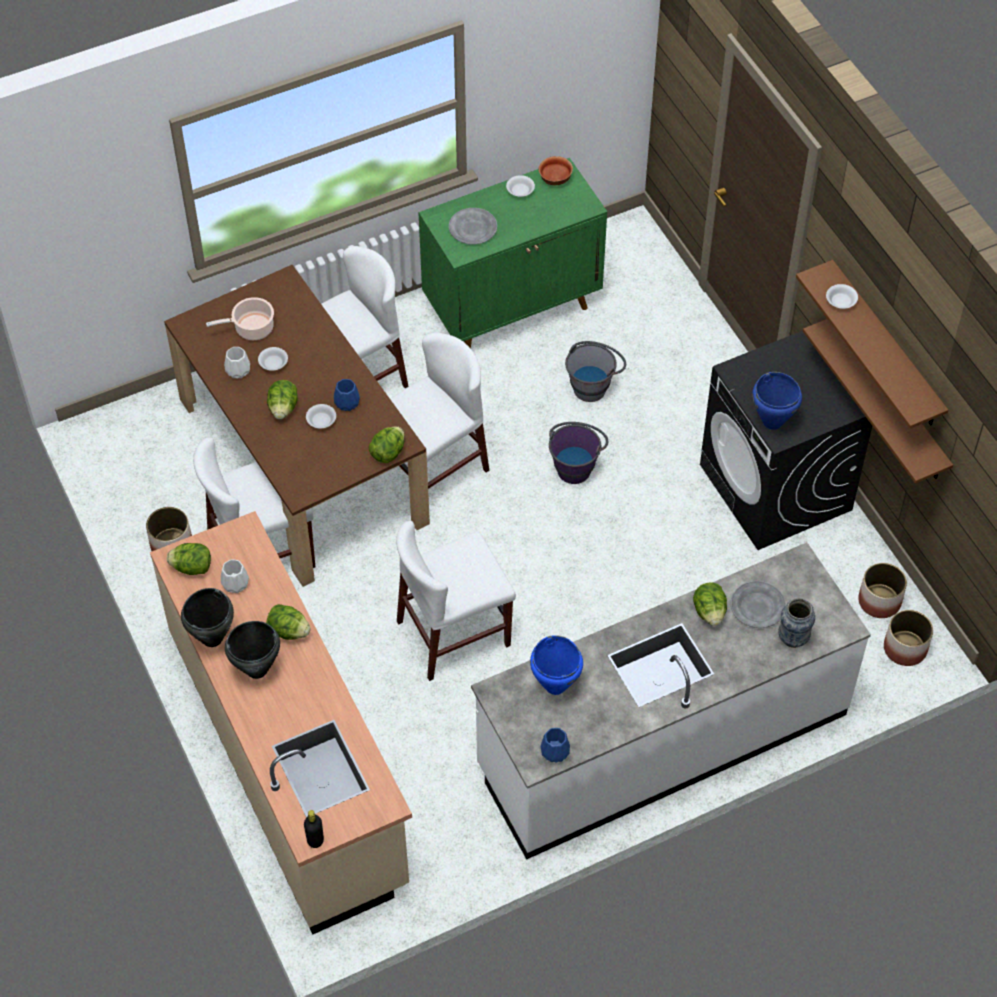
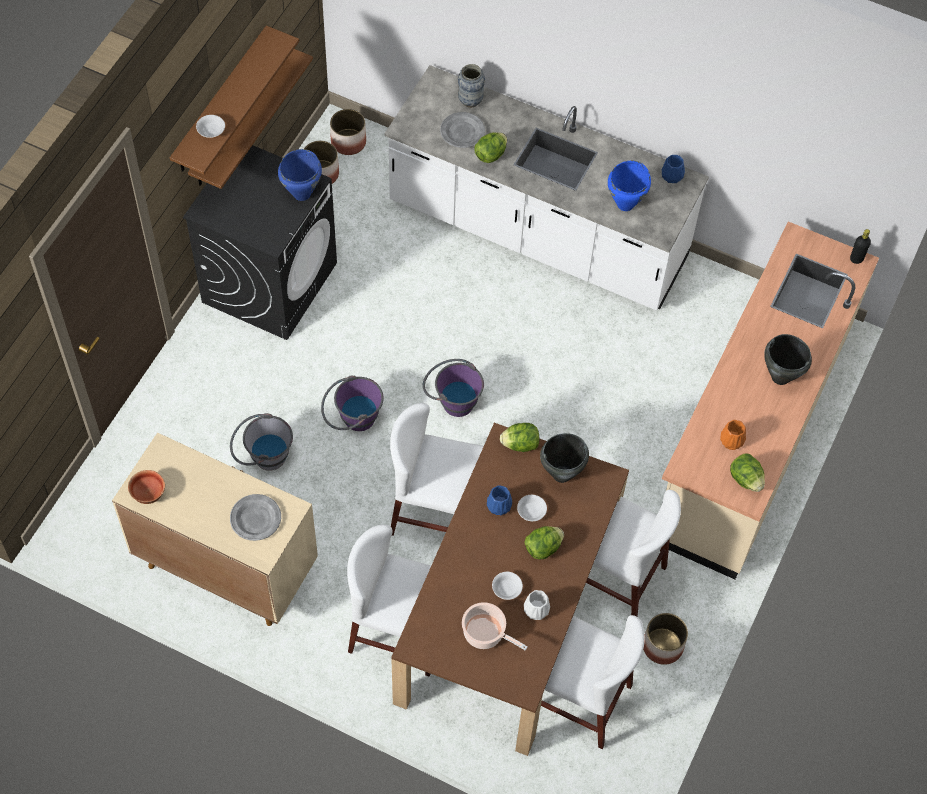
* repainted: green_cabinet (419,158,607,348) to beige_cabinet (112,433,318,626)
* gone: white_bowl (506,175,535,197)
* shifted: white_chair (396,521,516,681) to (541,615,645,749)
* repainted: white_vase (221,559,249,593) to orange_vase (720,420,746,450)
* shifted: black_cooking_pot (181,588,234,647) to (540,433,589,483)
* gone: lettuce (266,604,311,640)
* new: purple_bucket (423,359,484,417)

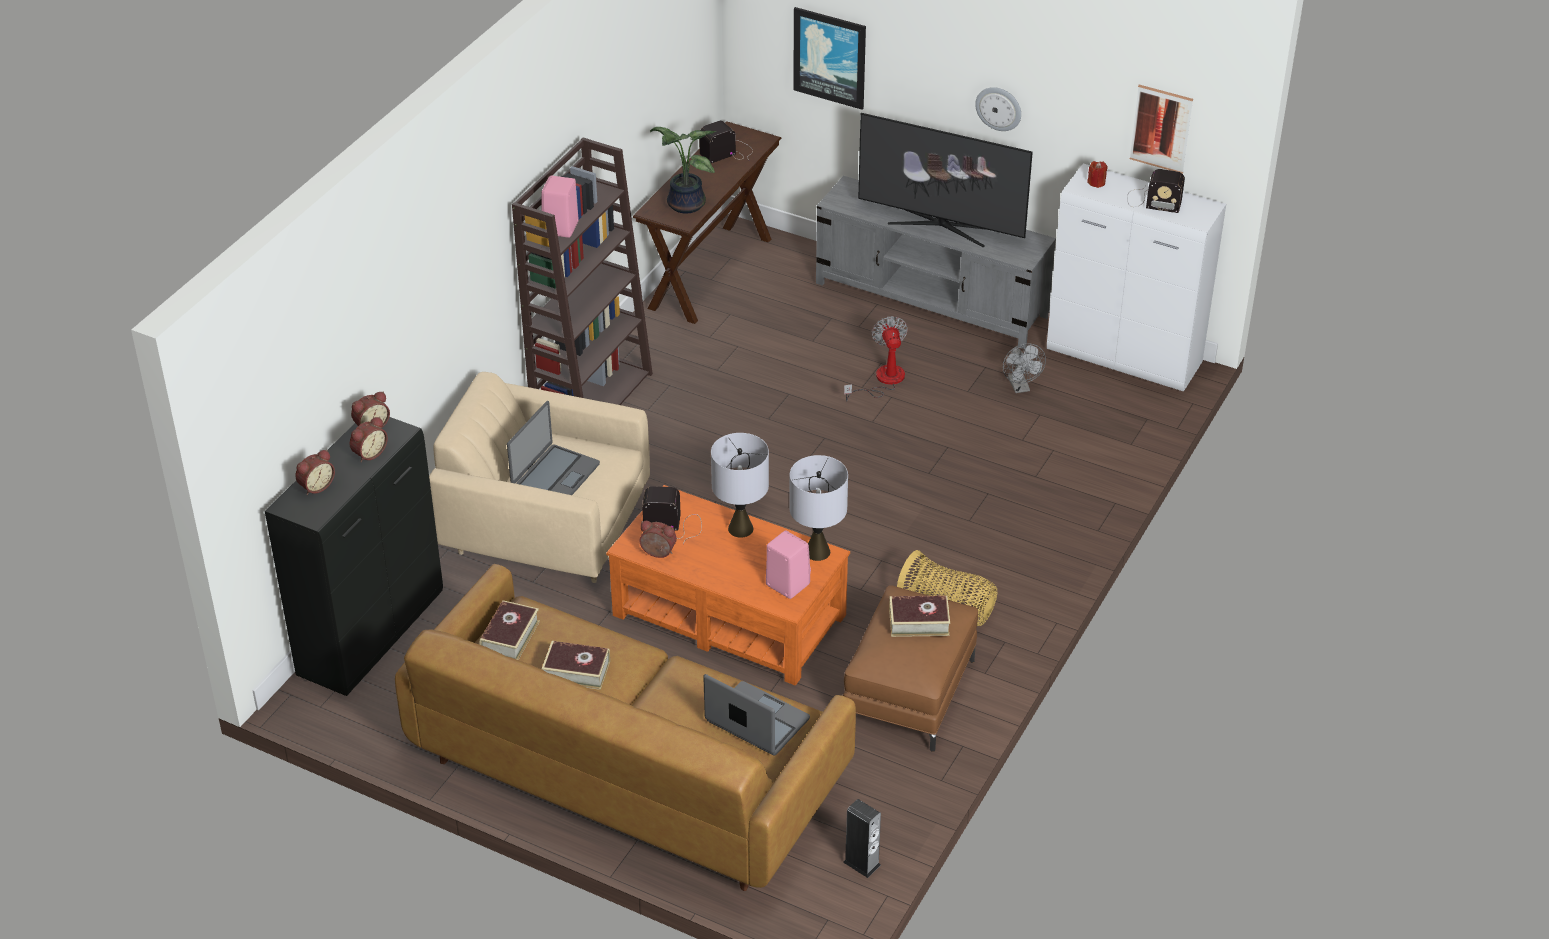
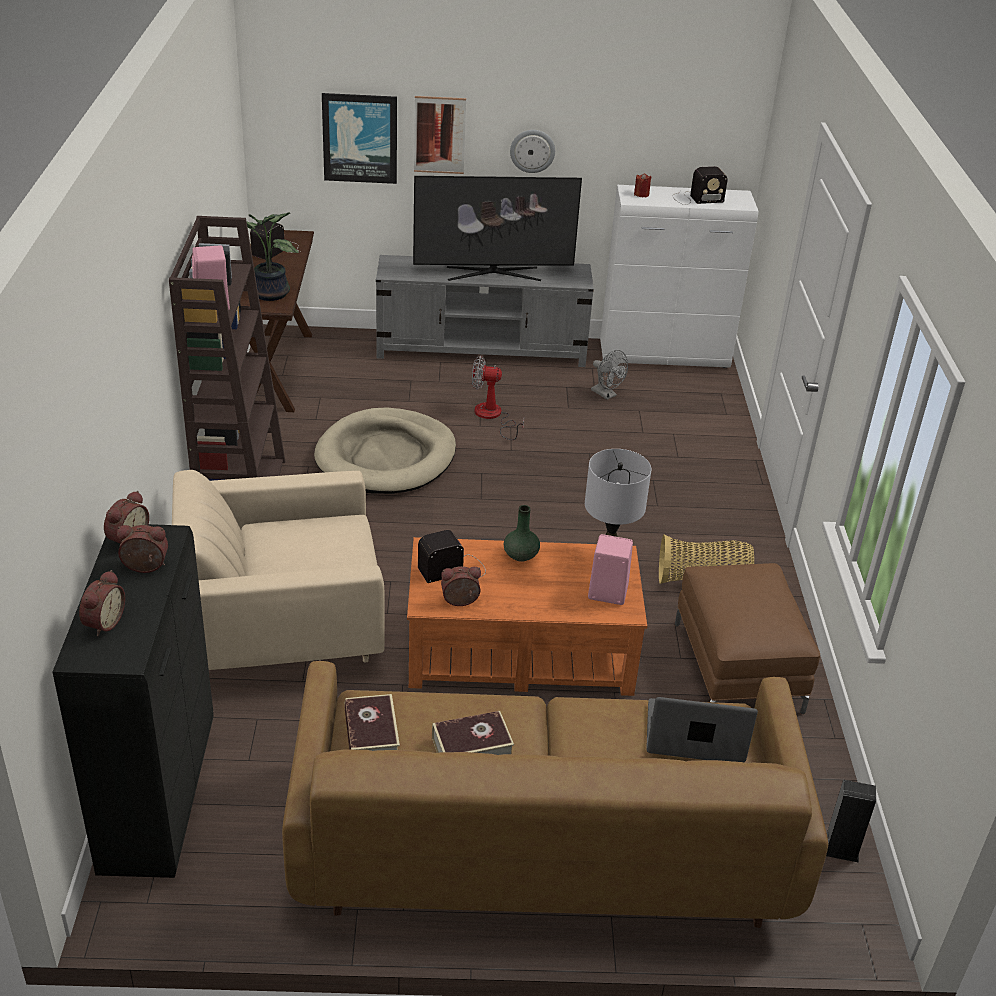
* shifted: picture (1130,85,1193,174) to (414,96,466,174)
* rotated: fan (844,316,908,401) = (472,356,524,440) 45 degrees counterclockwise
* gone: laptop (507,401,600,495)
* rotated: alarm_clock (350,417,388,462) = (117,525,168,573) 105 degrees counterclockwise
* swapped: grey_table_lamp (711,433,769,538) to green_vase (504,505,540,562)
* gone: book (889,595,950,637)
* new: beige_dog_bed (314,407,456,494)

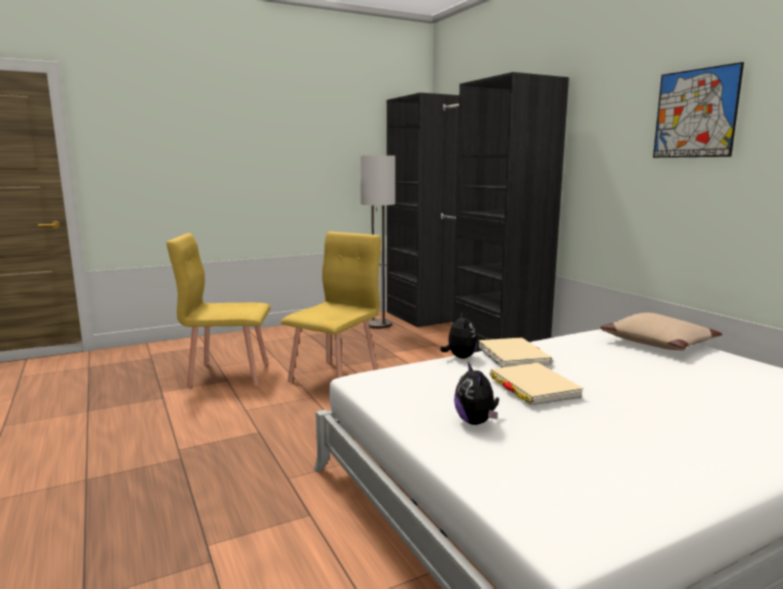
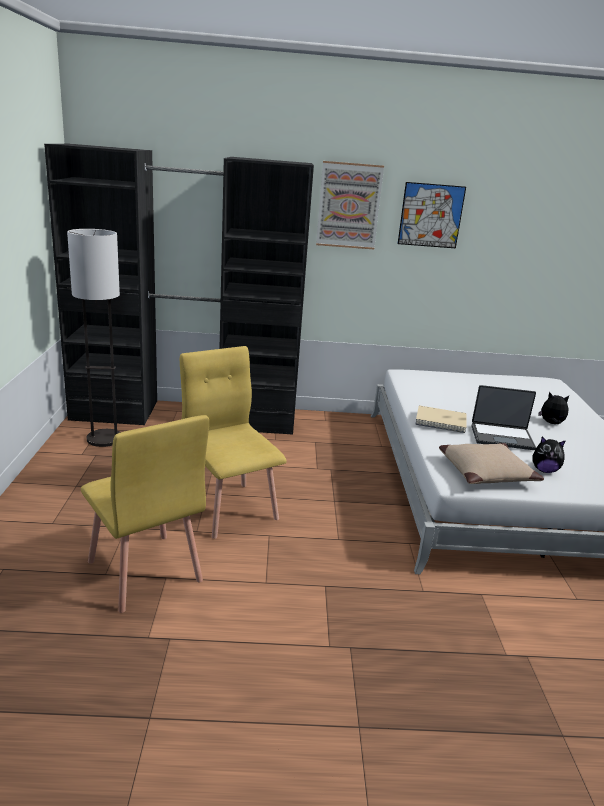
* rotated: yellow_chair (167,233,271,388) = (81,415,209,613) 60 degrees counterclockwise
* shifted: plush_toy (441,313,477,359) to (539,392,569,424)
* shifted: beige_pillow (600,313,722,351) to (439,443,544,484)
* swapped: beige_book (489,363,584,405) to laptop (471,385,536,450)
* new: picture (316,161,384,249)

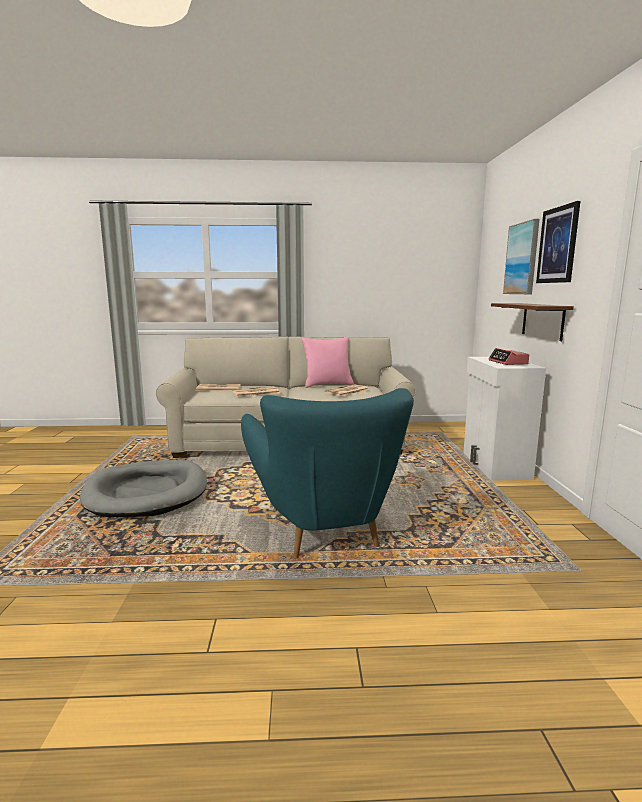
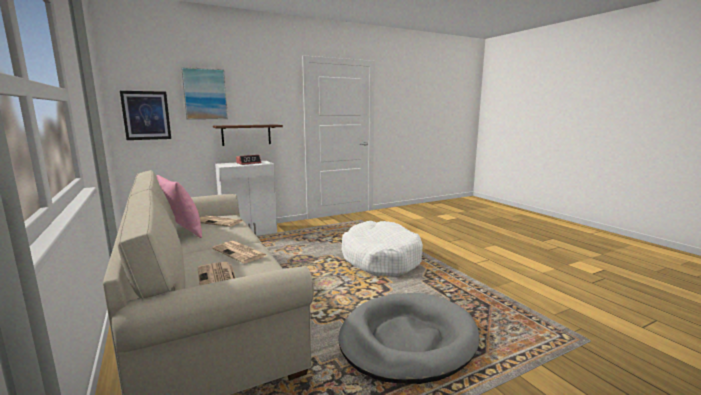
* shifted: picture (536,201,580,283) to (120,91,171,140)
* swapped: turquoise_armchair (241,388,414,558) to white_dog_bed (342,221,423,276)

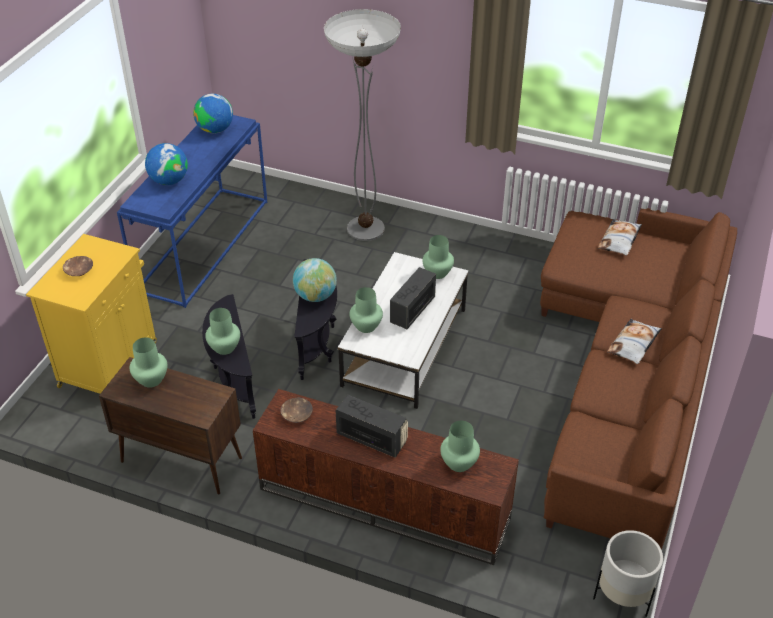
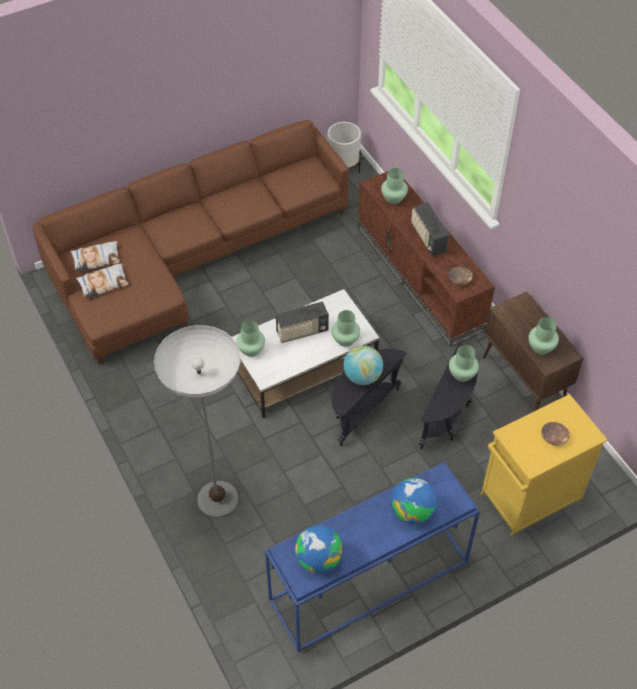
* shifted: pillow (607,319,662,364) to (70,241,121,272)

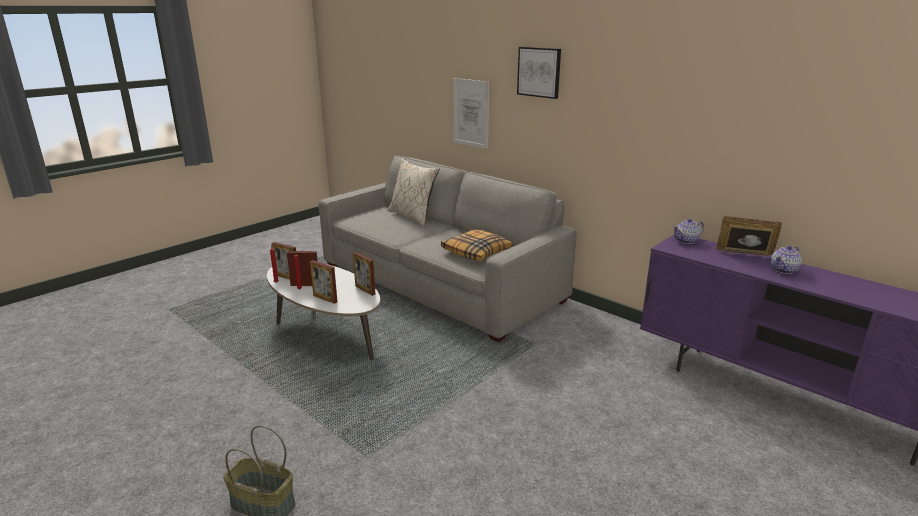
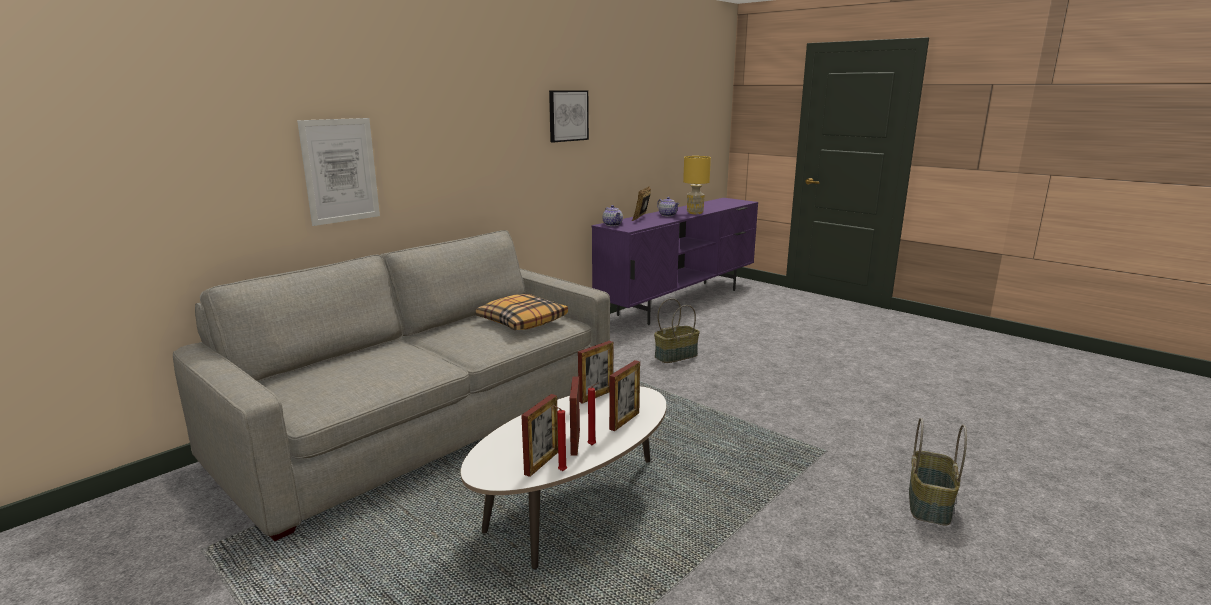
* shifted: picture (517,47,561,99) to (549,90,589,143)
* gone: beige_pillow (388,158,440,227)
* new: yellow_table_lamp (683,156,711,214)
* new: basket (654,298,700,363)

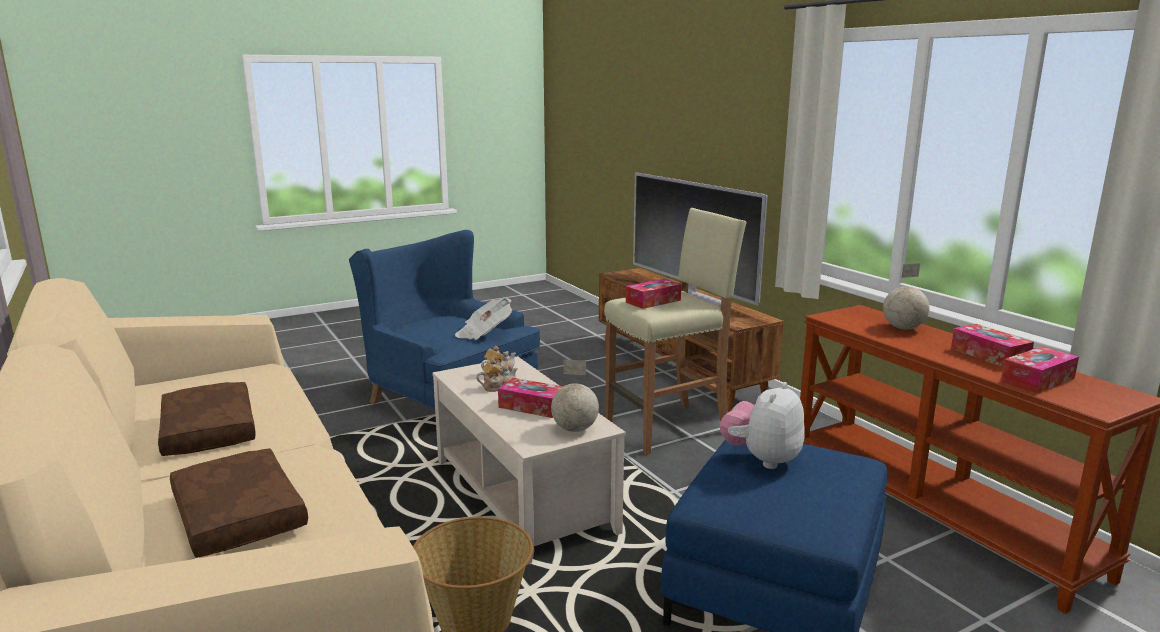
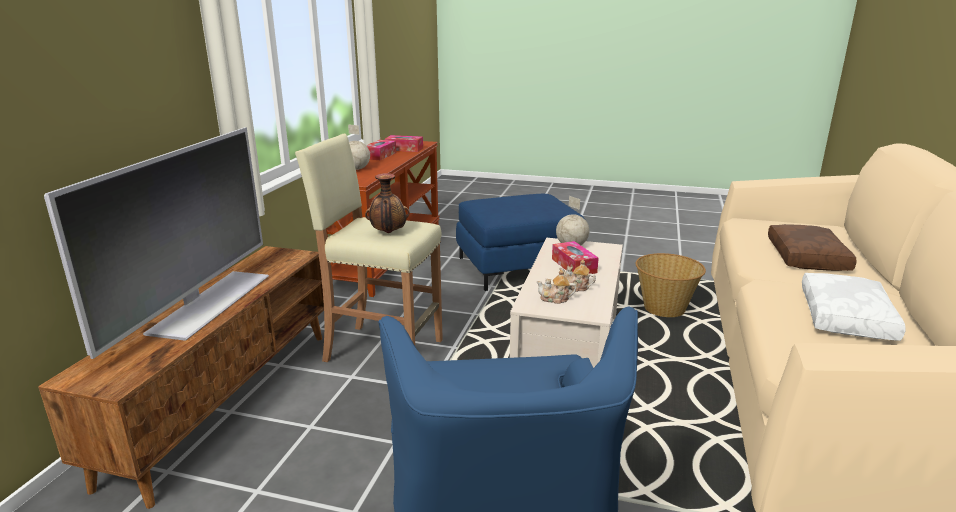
* swapped: tissue_box (626,279,681,309) to vase (365,173,410,233)
* gone: newspaper (455,298,512,340)
* repainted: brown_pillow (158,382,256,456) to white_pillow (802,273,906,341)
* gone: plush_toy (720,382,805,469)

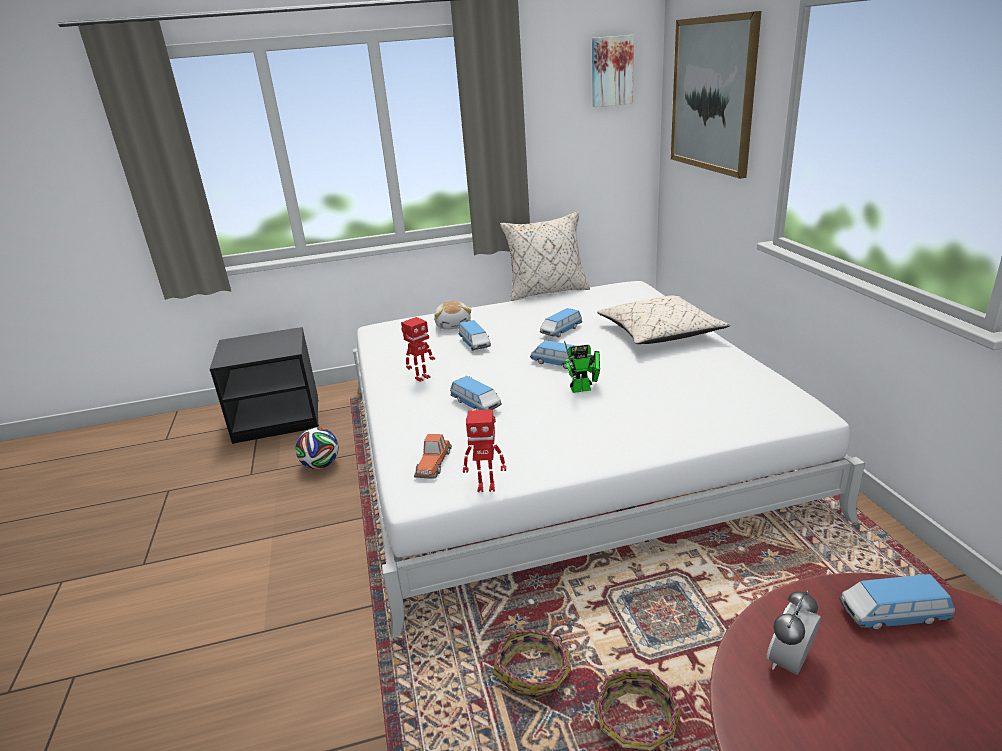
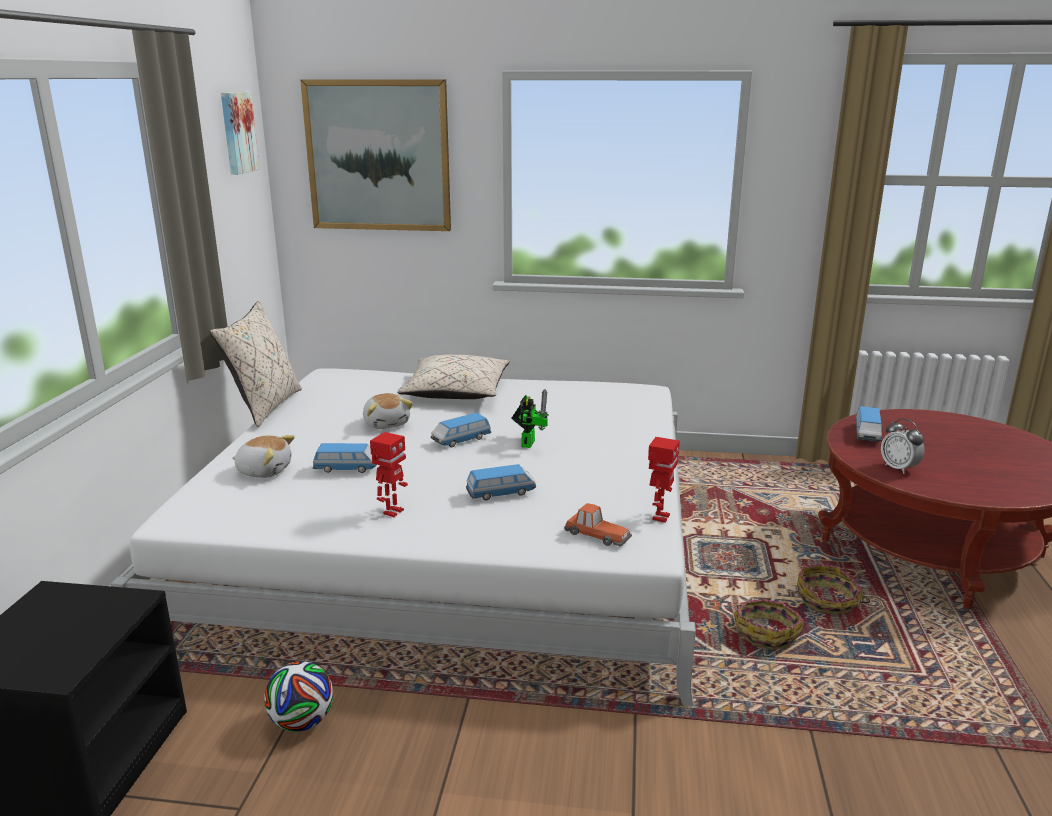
* swapped: toy_car (540,308,582,338) to plush_toy (363,393,413,429)
* rotated: toy_robot (401,317,435,382) = (370,432,408,517) 45 degrees clockwise

